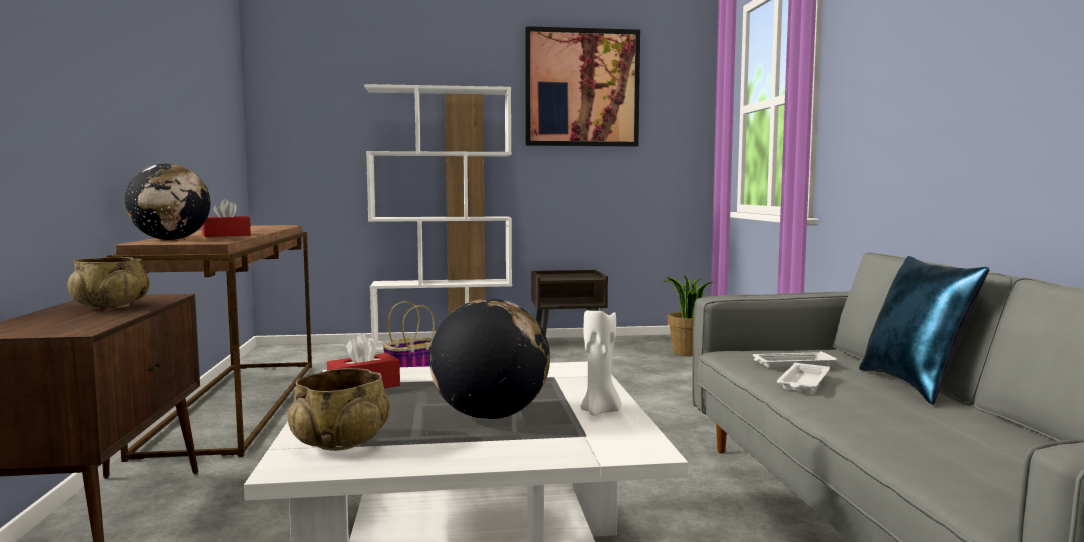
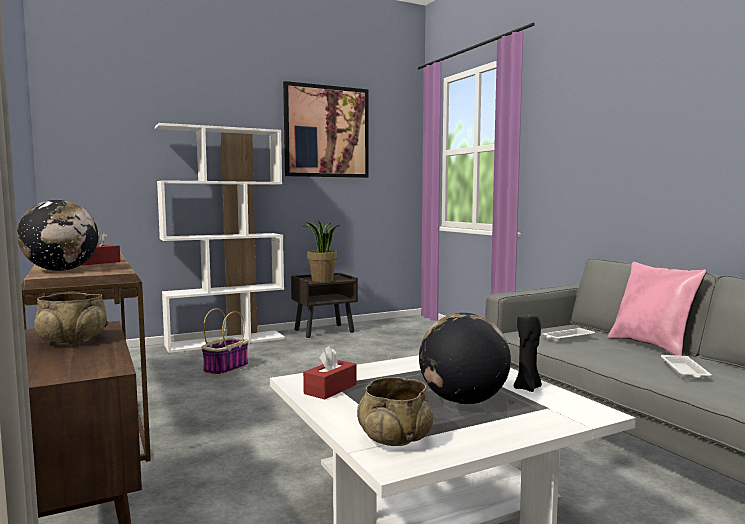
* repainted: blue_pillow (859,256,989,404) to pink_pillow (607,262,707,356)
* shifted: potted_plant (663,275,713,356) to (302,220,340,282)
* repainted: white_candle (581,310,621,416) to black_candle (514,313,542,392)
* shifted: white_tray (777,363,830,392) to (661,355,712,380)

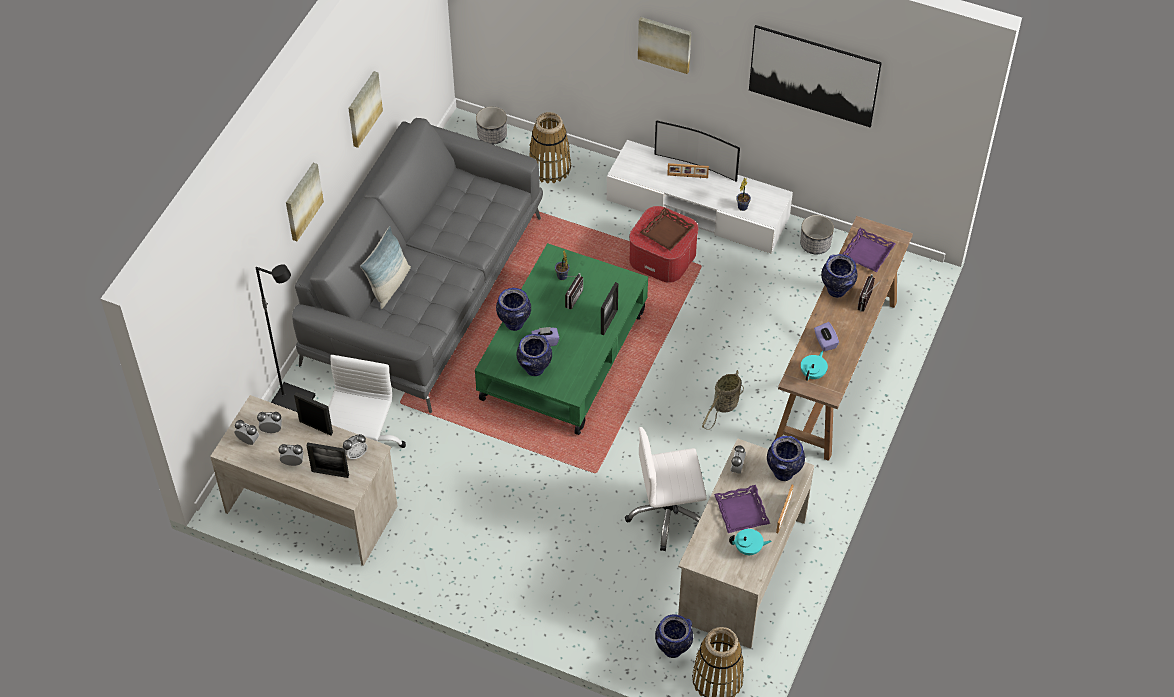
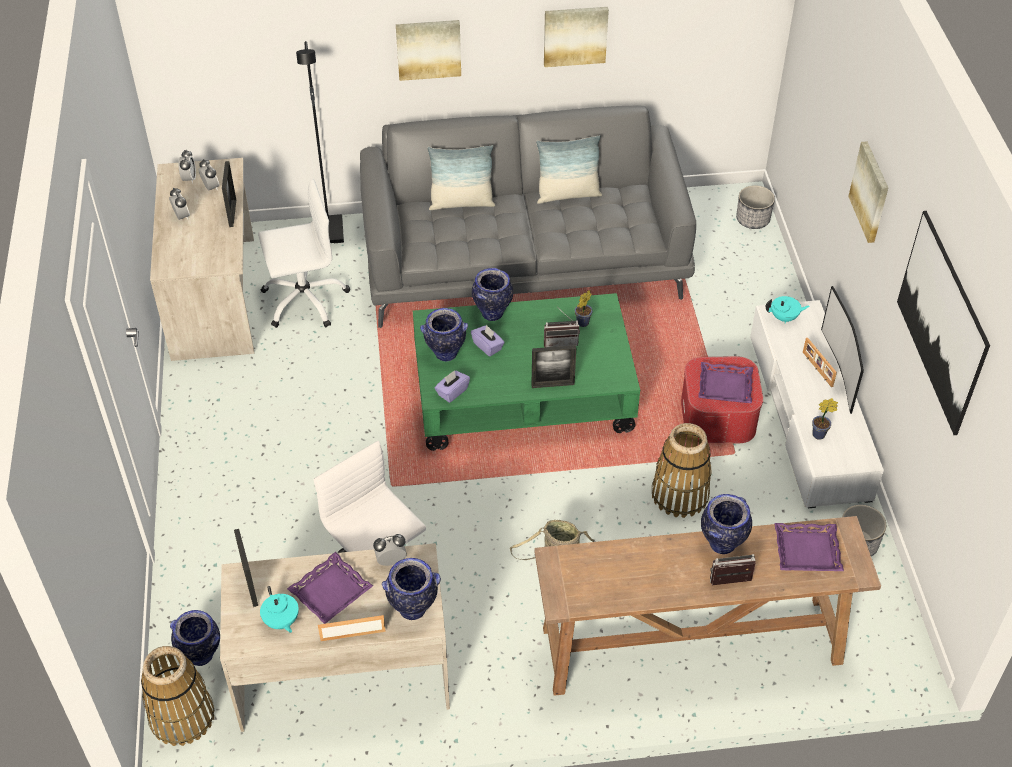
* shifted: basket (529,112,571,183) to (652,423,712,518)
* repainted: brown_tray (640,208,695,251) to purple_tray (698,362,753,403)
* shifted: purple_tissue_box (814,322,839,351) to (435,370,470,403)
* shifted: turquoise_teapot (801,351,828,381) to (766,296,810,324)
* gone: alarm_clock (343,434,367,459)
* shifted: picture_frame (306,443,349,478) to (234,529,258,607)
* new: pillow (536,135,602,204)

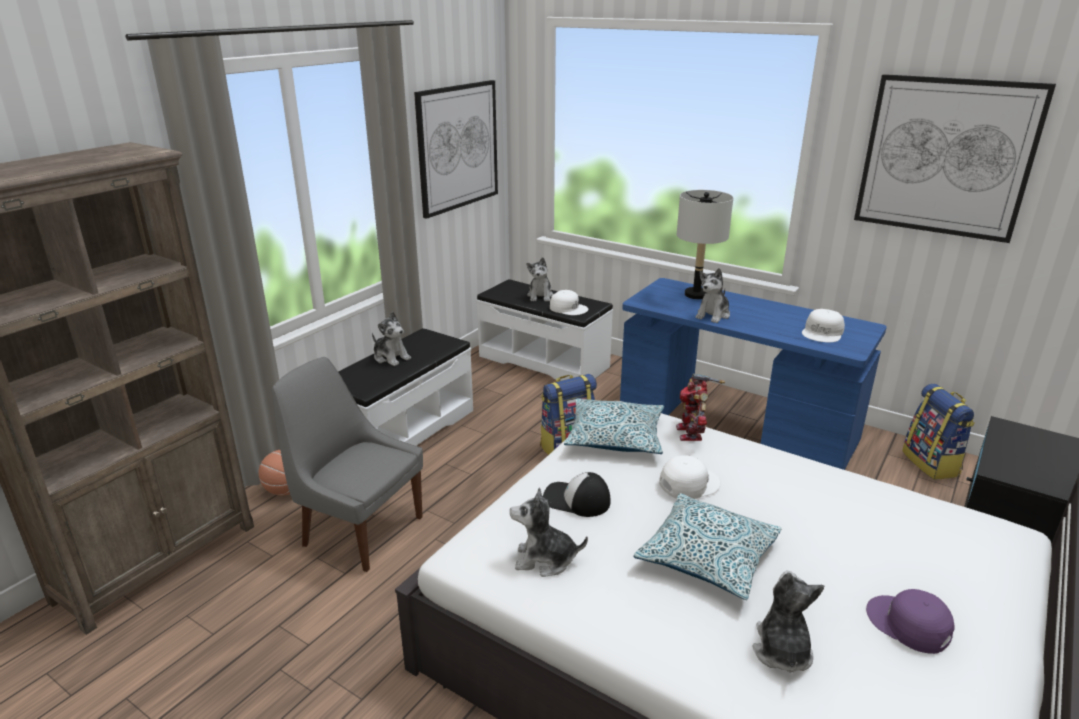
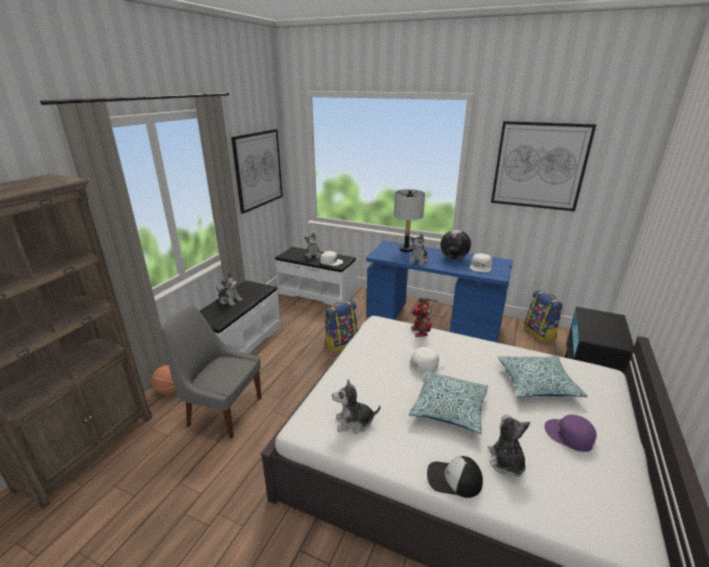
* shifted: pillow (564,399,664,454) to (498,356,588,397)
* shifted: cap (543,472,610,517) to (427,456,483,498)
* new: globe (441,230,471,259)

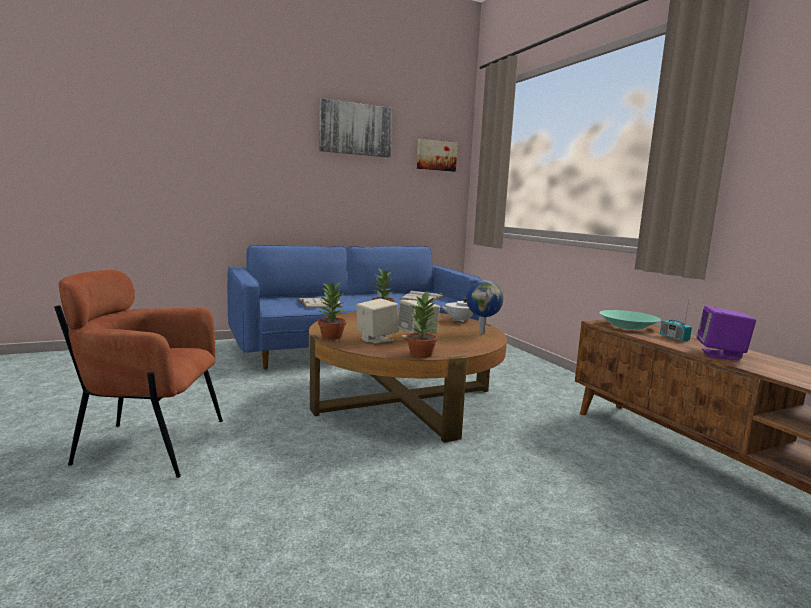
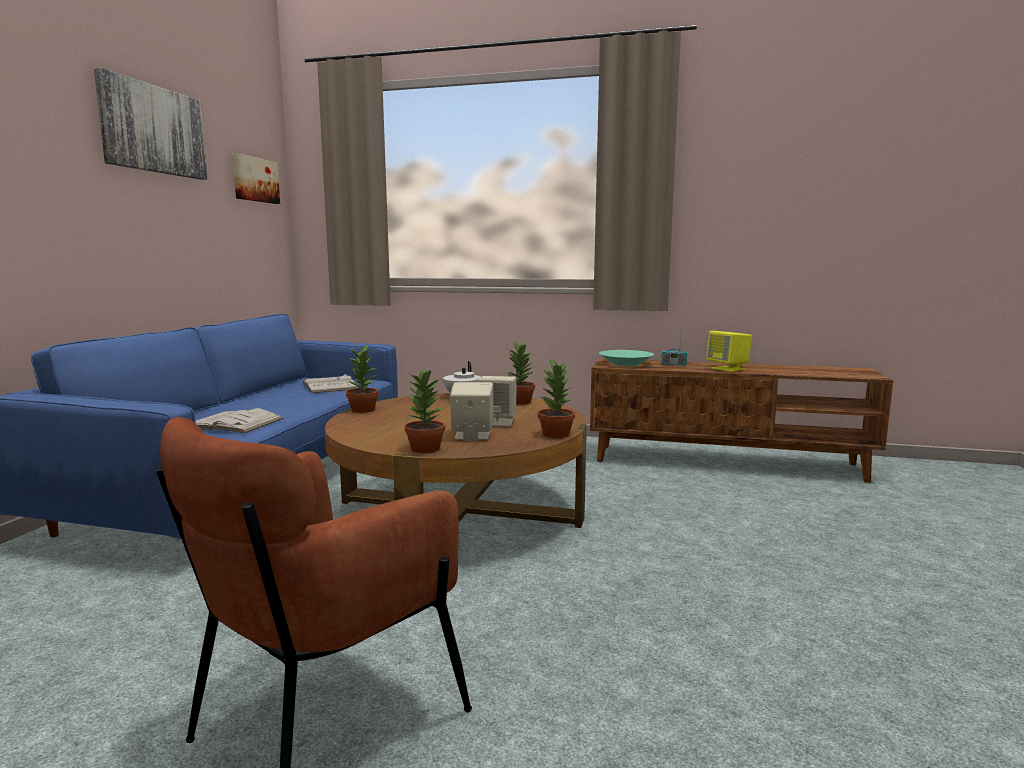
* swapped: globe (466,281,503,334) to potted_plant (507,341,535,405)
* repainted: purple_speaker (696,306,756,360) to yellow_speaker (706,331,752,372)

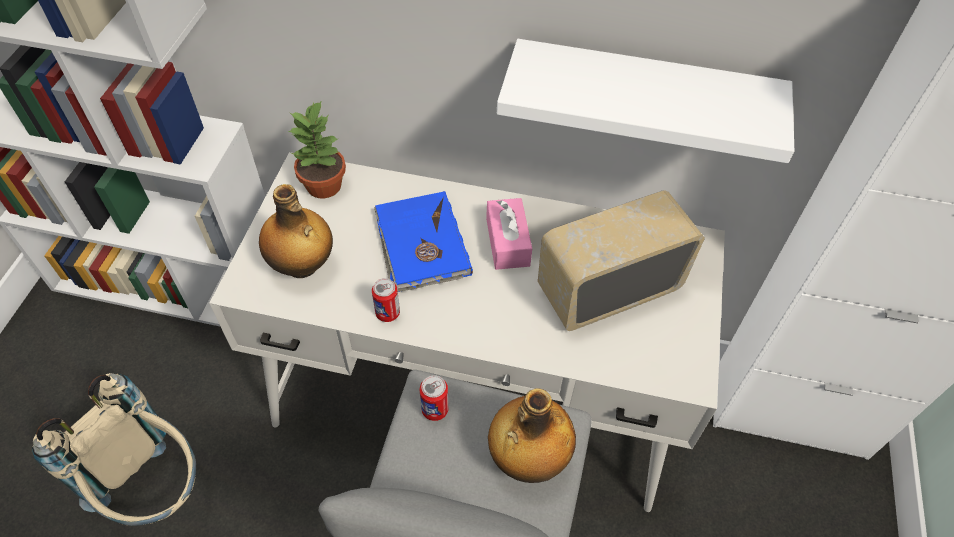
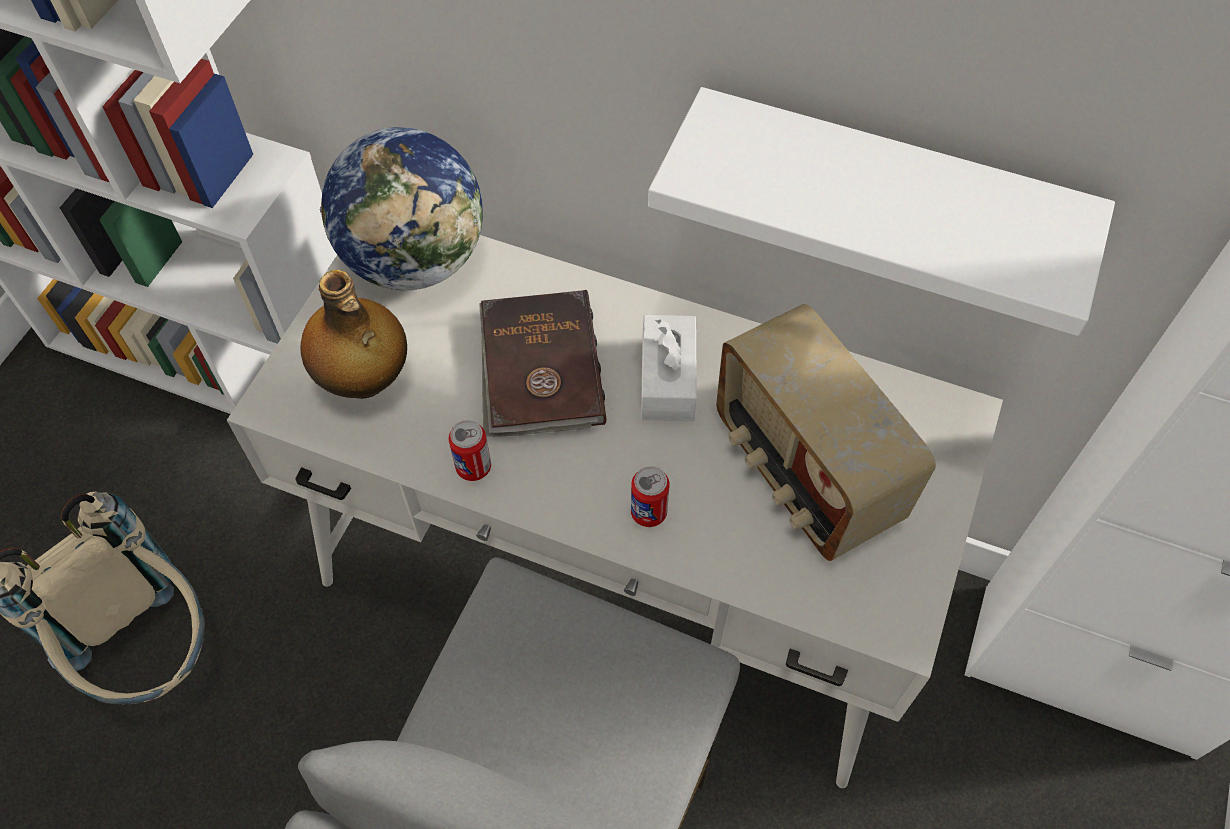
* swapped: potted_plant (289,100,346,198) to globe (320,127,483,290)
* repainted: blue_book (374,191,473,292) to brown_book (479,290,607,437)
* rotated: radio (538,191,705,331) = (716,304,936,561) 105 degrees counterclockwise
* repainted: pink_tissue_box (486,198,532,270) to white_tissue_box (641,315,697,421)
* shifted: can (420,375,449,421) to (631,466,670,527)
* gone: bottle (488,388,576,483)

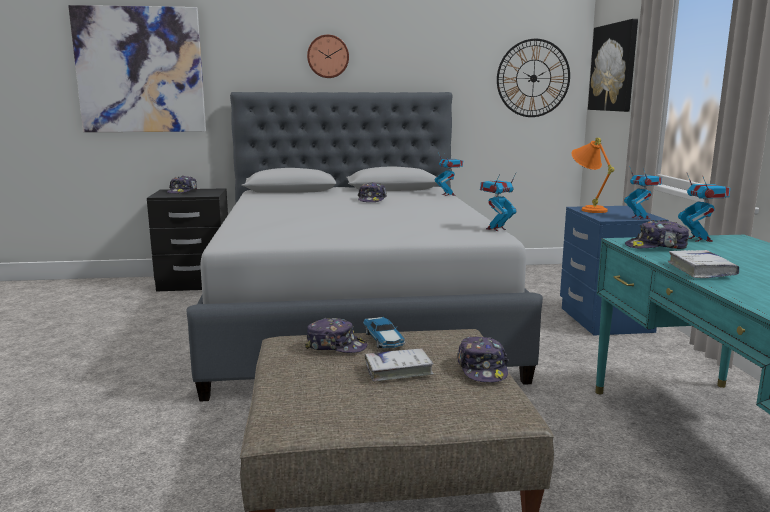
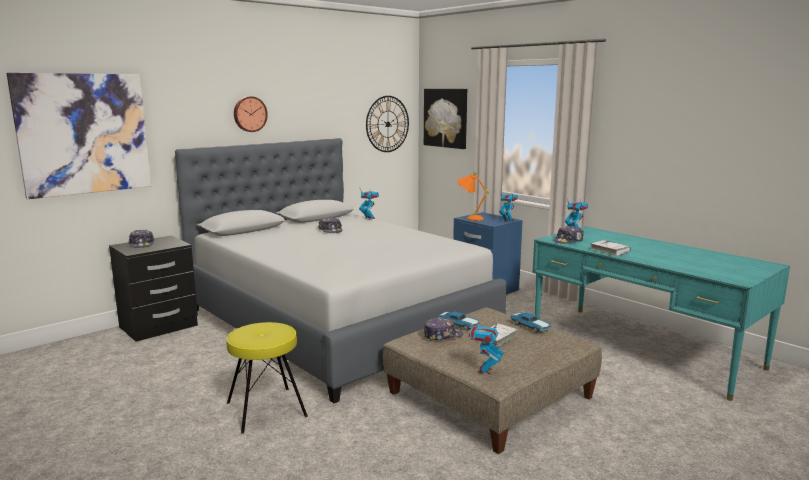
* shifted: toy_robot (480,174,516,231) to (469,320,503,374)
* swapped: cap (457,336,509,382) to toy_car (510,312,552,333)
* new: yellow_stool (227,322,308,434)

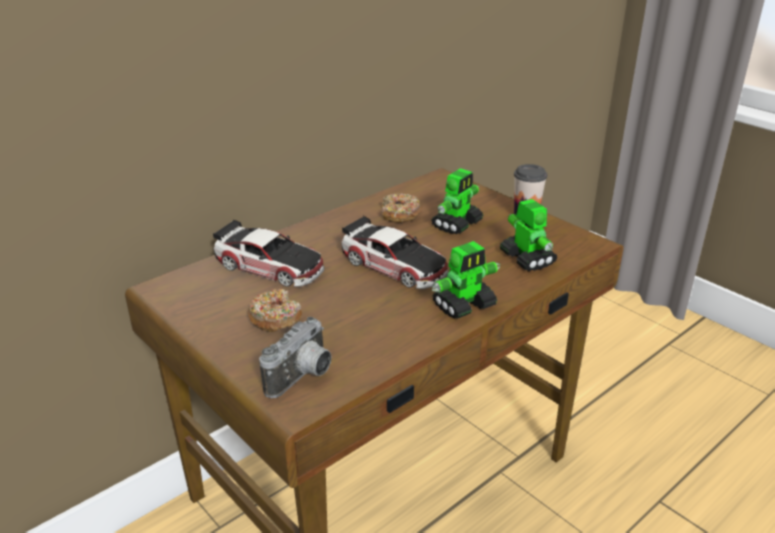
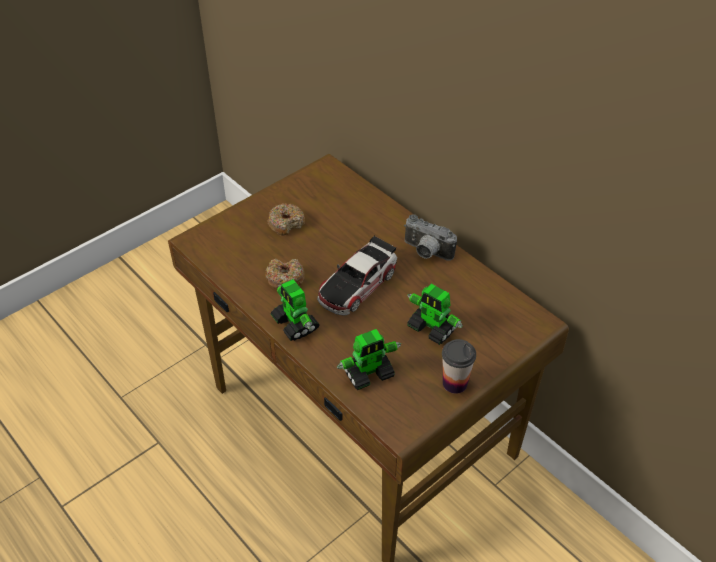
* shifted: donut (382,193,422,223) to (266,258,305,289)
* gone: toy_car (213,219,324,287)
* shifted: photo_camera (259,317,331,398) to (404,214,457,261)

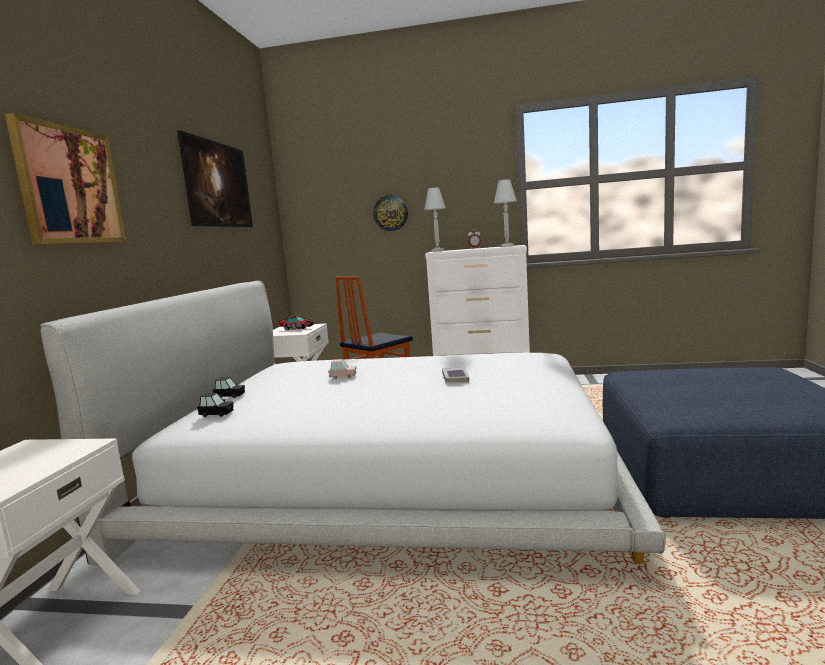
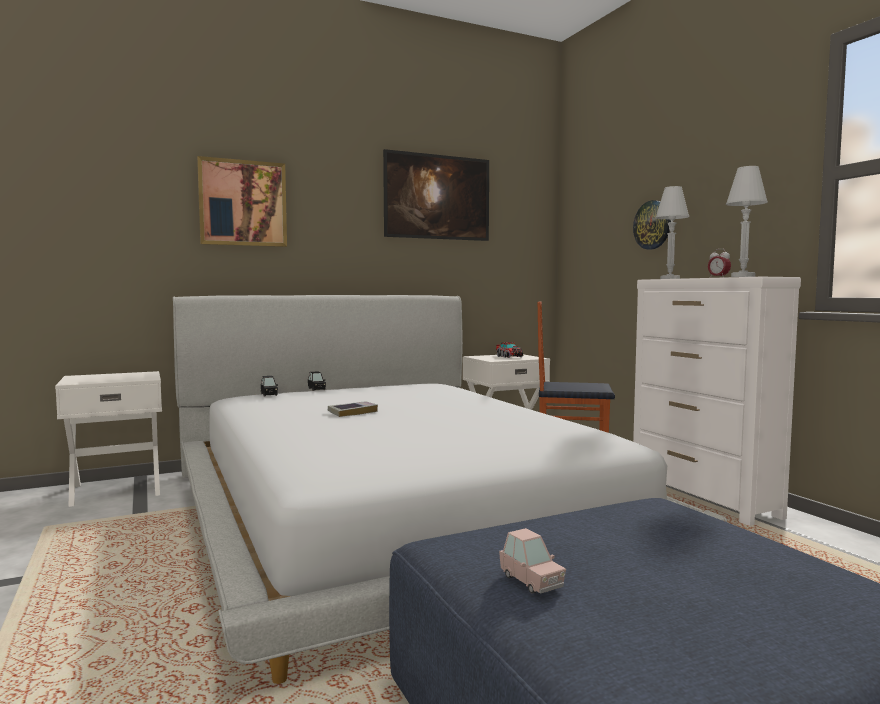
* shifted: pink_toy_car (328,359,357,379) to (499,528,566,594)
* shifted: book (442,366,469,383) to (328,401,378,417)

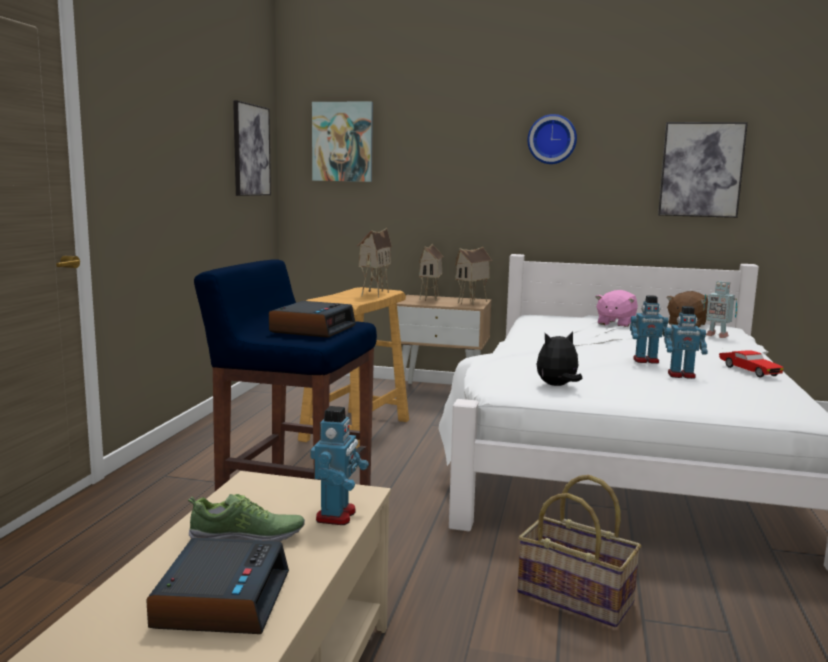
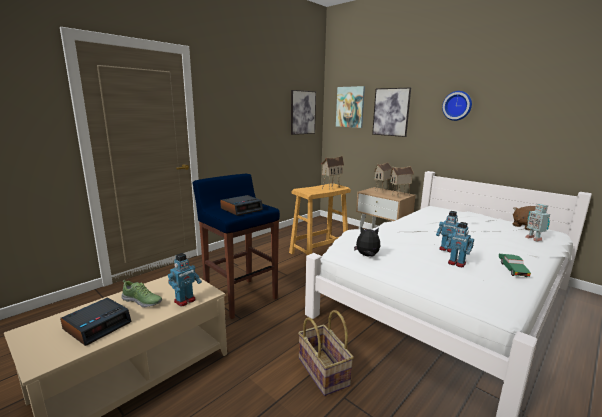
* shifted: picture (658,122,748,218) to (372,88,411,137)
* gone: pink_plush_toy (595,290,638,327)
* repainted: red_toy_car (719,350,784,378) to green_toy_car (499,254,531,277)

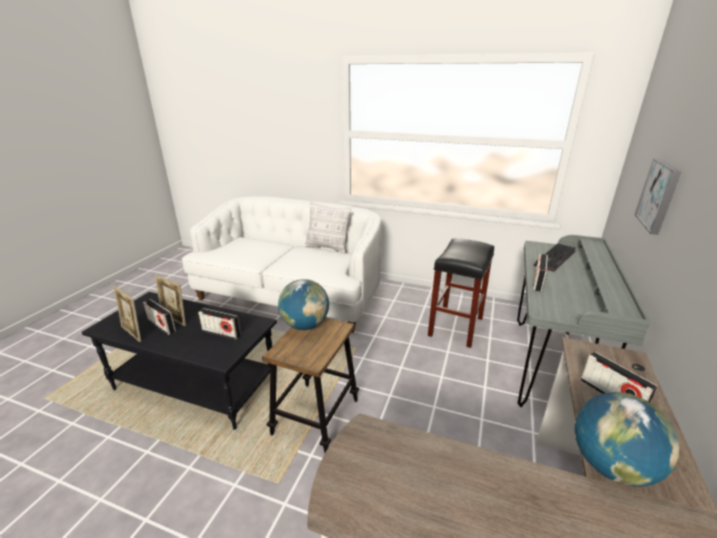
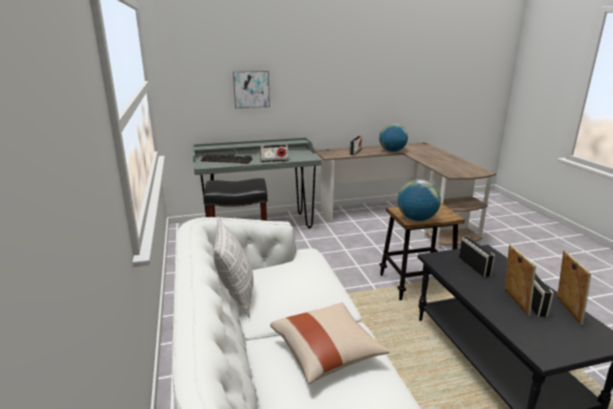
* new: beige_pillow (270,303,390,384)

